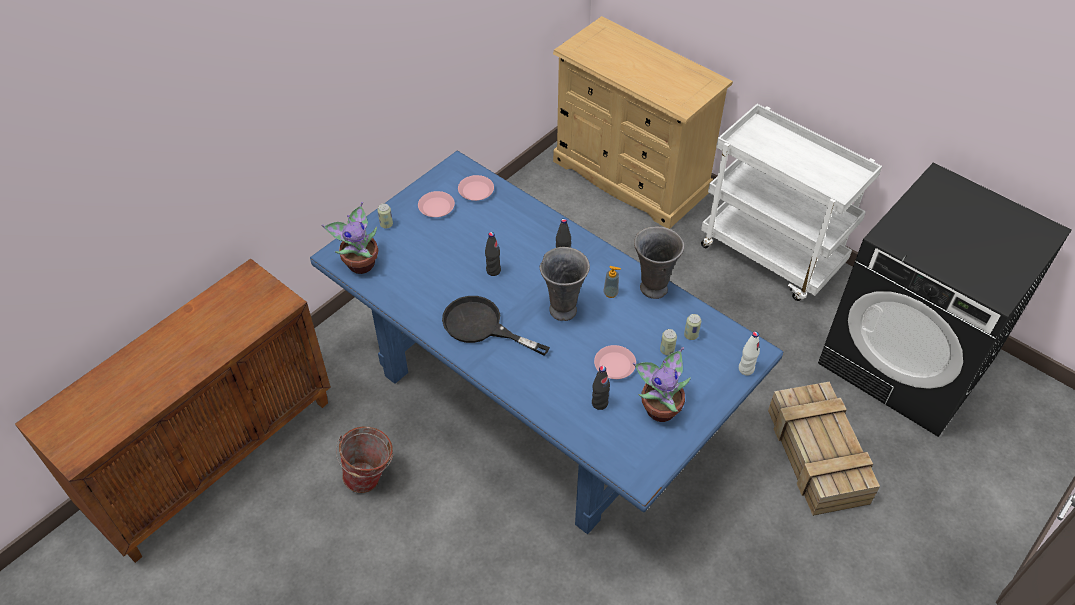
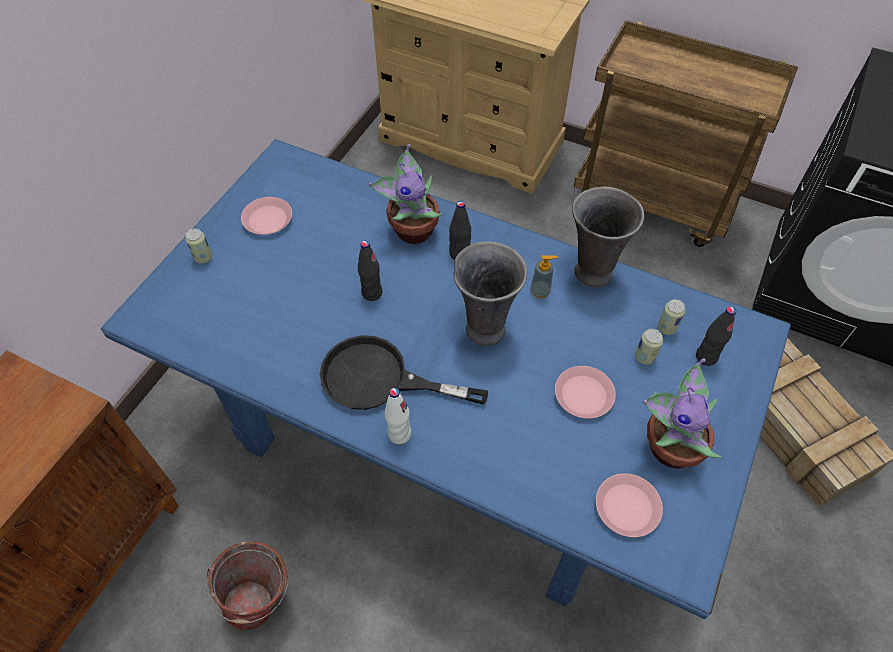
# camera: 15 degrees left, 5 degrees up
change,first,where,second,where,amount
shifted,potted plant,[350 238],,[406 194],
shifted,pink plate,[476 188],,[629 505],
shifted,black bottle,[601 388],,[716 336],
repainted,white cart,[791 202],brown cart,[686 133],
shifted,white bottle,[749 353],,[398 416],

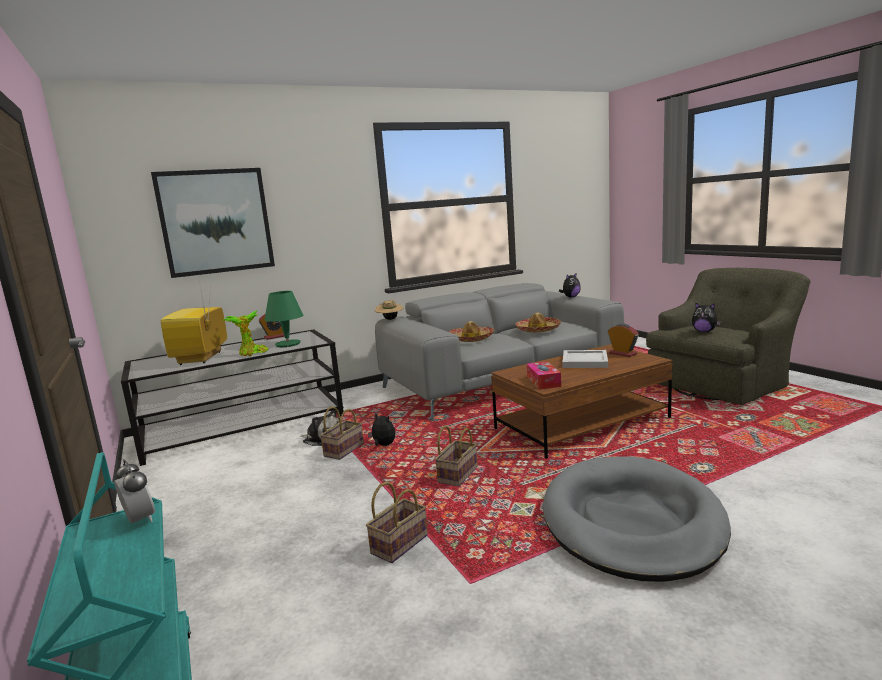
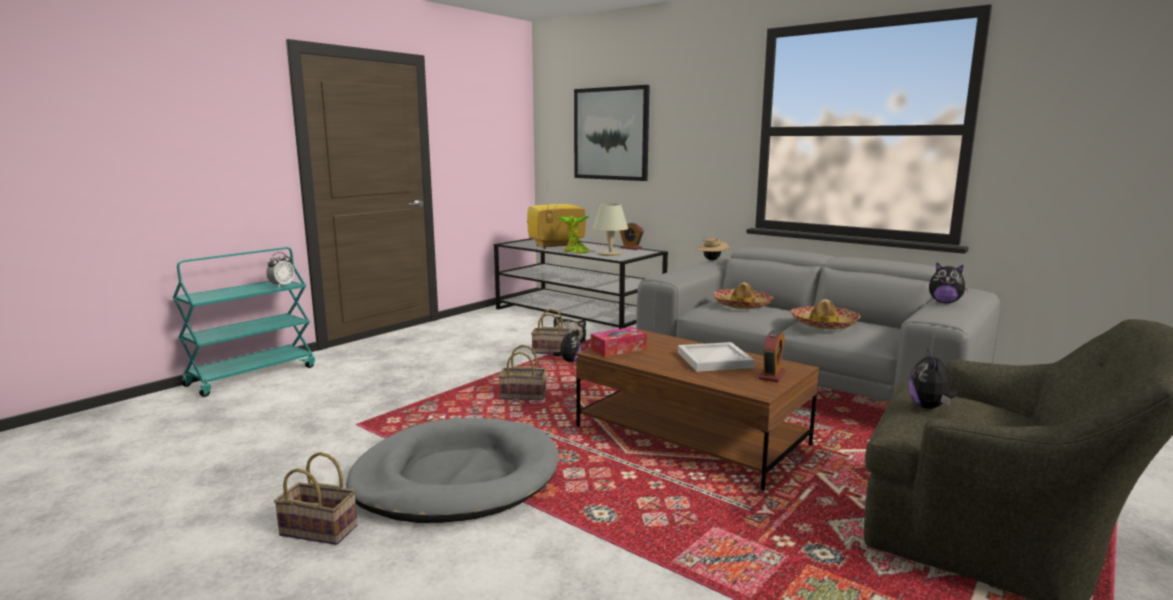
# camera: 65 degrees right, 0 degrees up
change,first,where,second,where,amount
repainted,green table lamp,[284 319],beige table lamp,[610 230],
shifted,basket,[397 522],,[316 498],

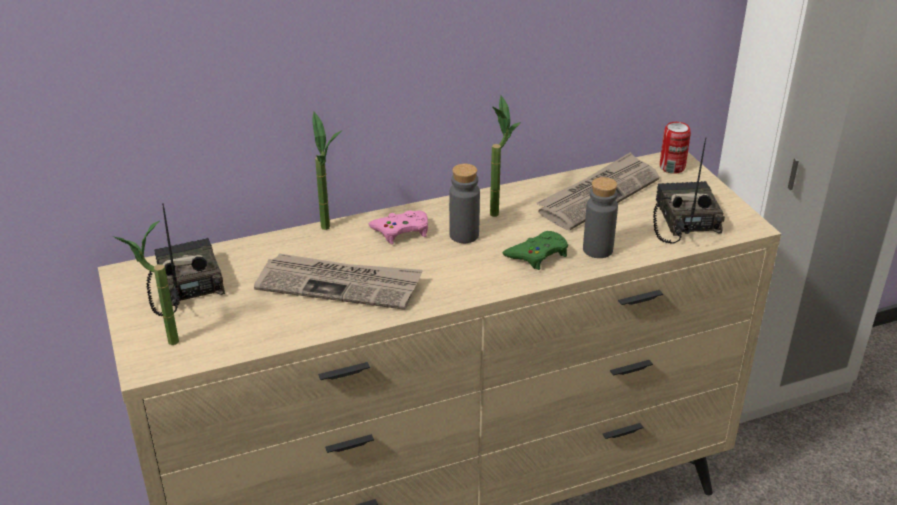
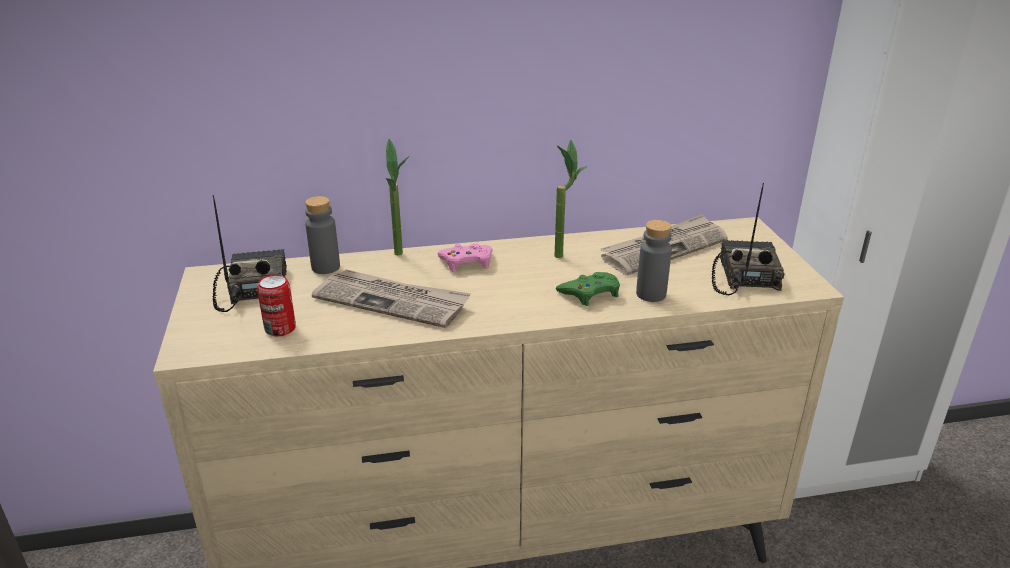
# camera: 10 degrees right, 5 degrees down
change,first,where,second,where,amount
gone,potted plant,[145 283],,,
shifted,grey bottle,[464 203],,[322 235],
shifted,can,[675 148],,[276 305],

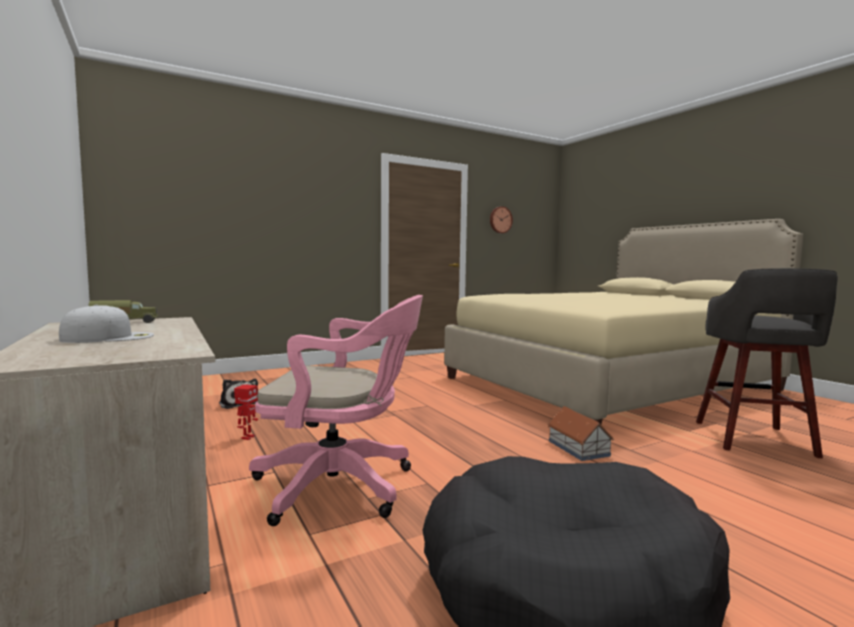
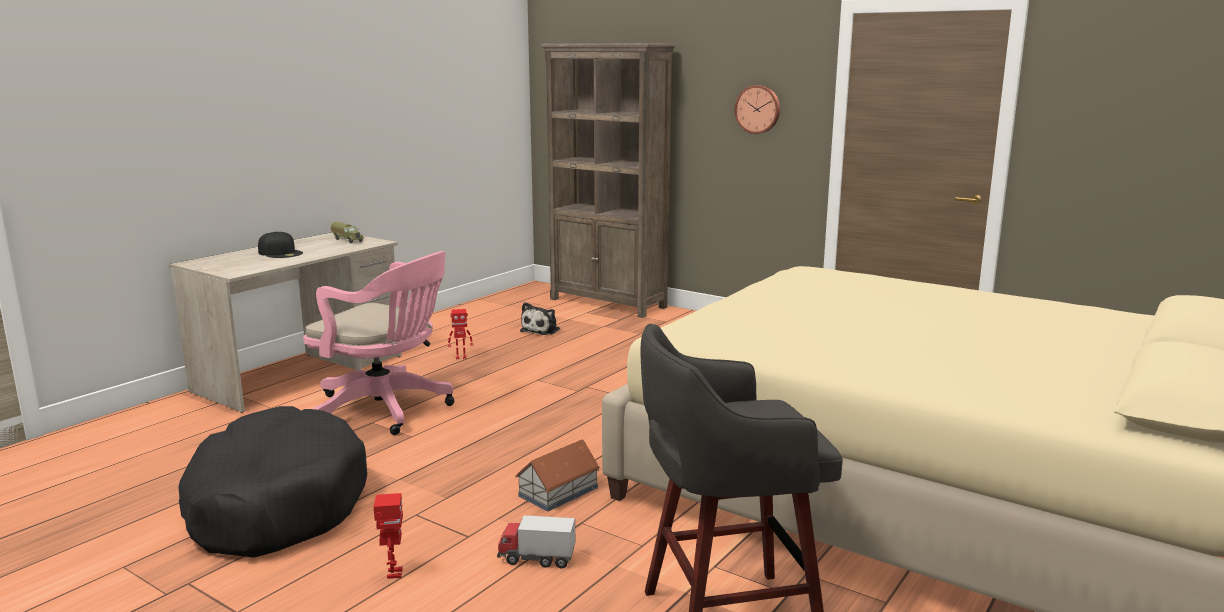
# camera: 65 degrees right, 10 degrees up
change,first,where,second,where,amount
repainted,white cap,[106 324],black cap,[280 245],
rotated,pink office chair,[336 410],,[378 343],45 degrees counterclockwise
shifted,wall clock,[501 219],,[757 109],
new,,,toy robot,[388 536],
new,,,toy truck,[536 541],
new,,,brown bookcase,[608 180],

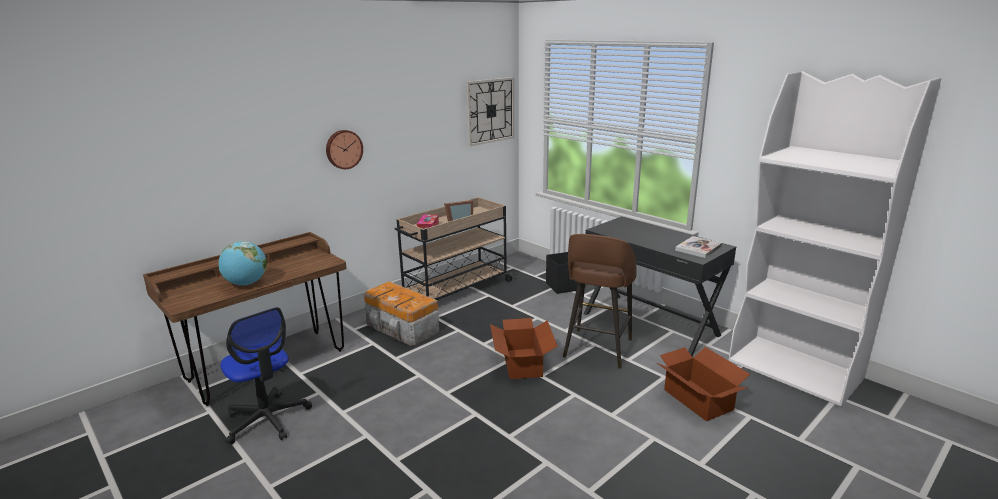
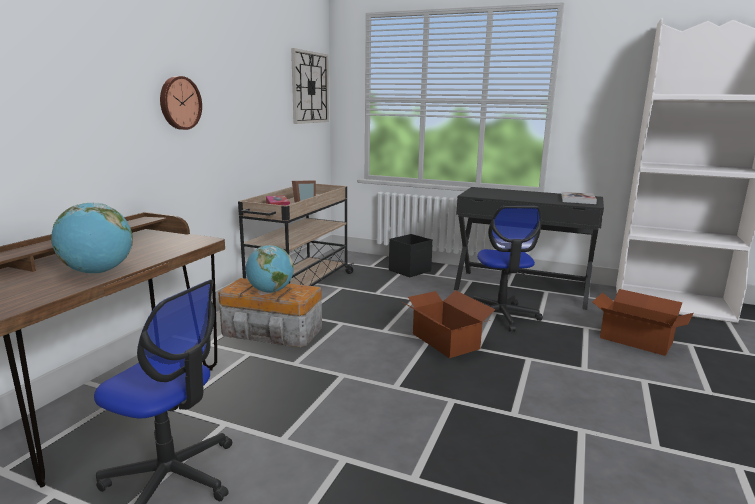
# camera: 25 degrees left, 5 degrees down
change,first,where,second,where,amount
swapped,brown stool,[600 301],office chair,[508 268],
new,,,globe,[269 269],

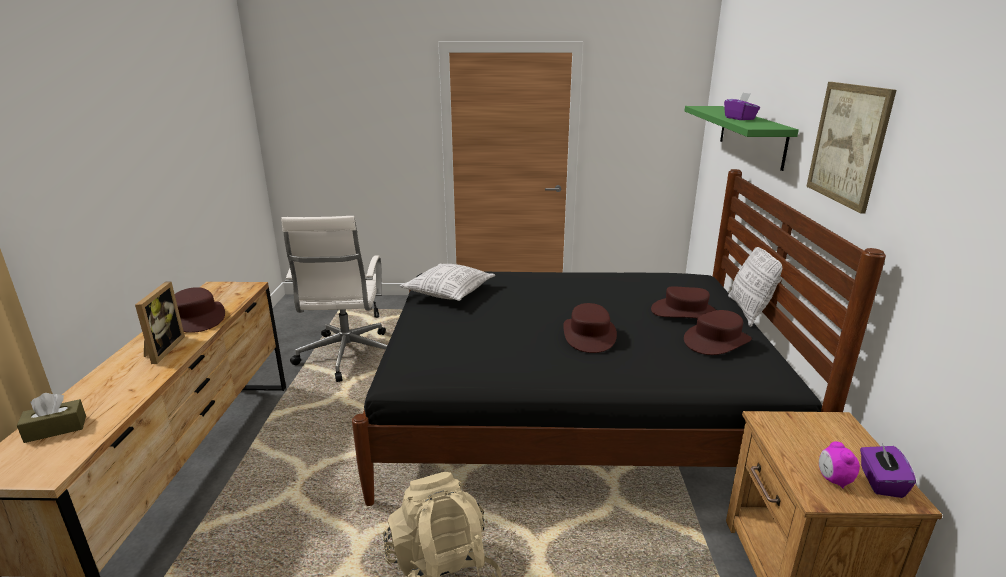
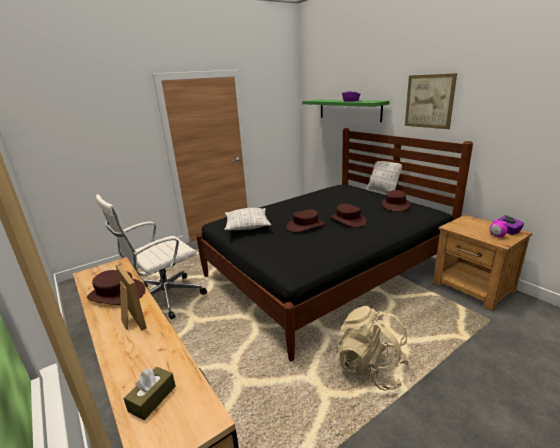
# camera: 35 degrees left, 0 degrees up
change,first,where,second,where,amount
rotated,white office chair,[334 299],,[151 256],90 degrees clockwise
shifted,brown hat,[683 302],,[305 220],

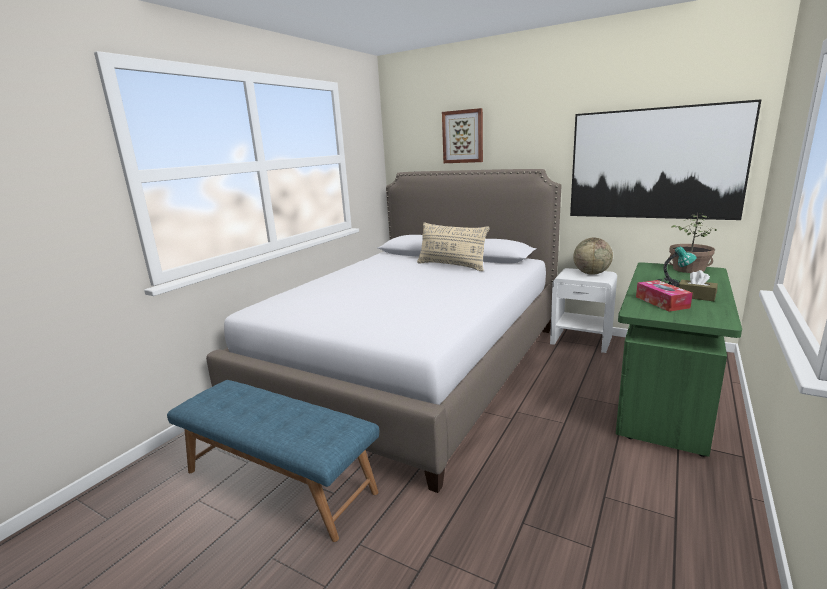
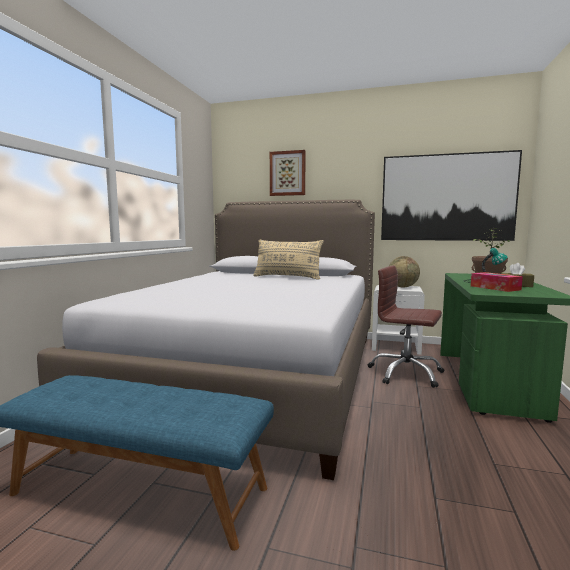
# camera: 15 degrees left, 10 degrees down
change,first,where,second,where,amount
new,,,brown office chair,[406 327],

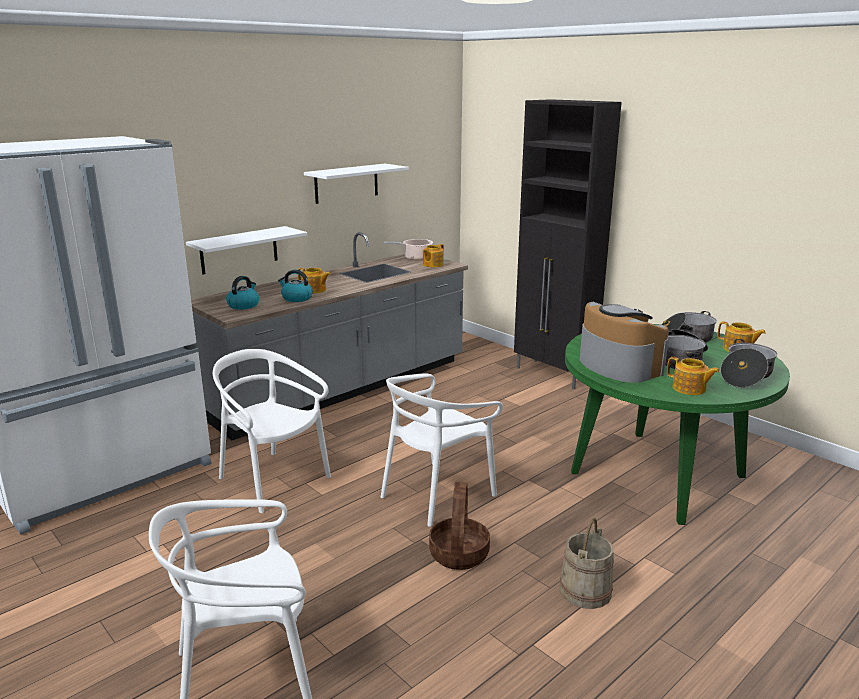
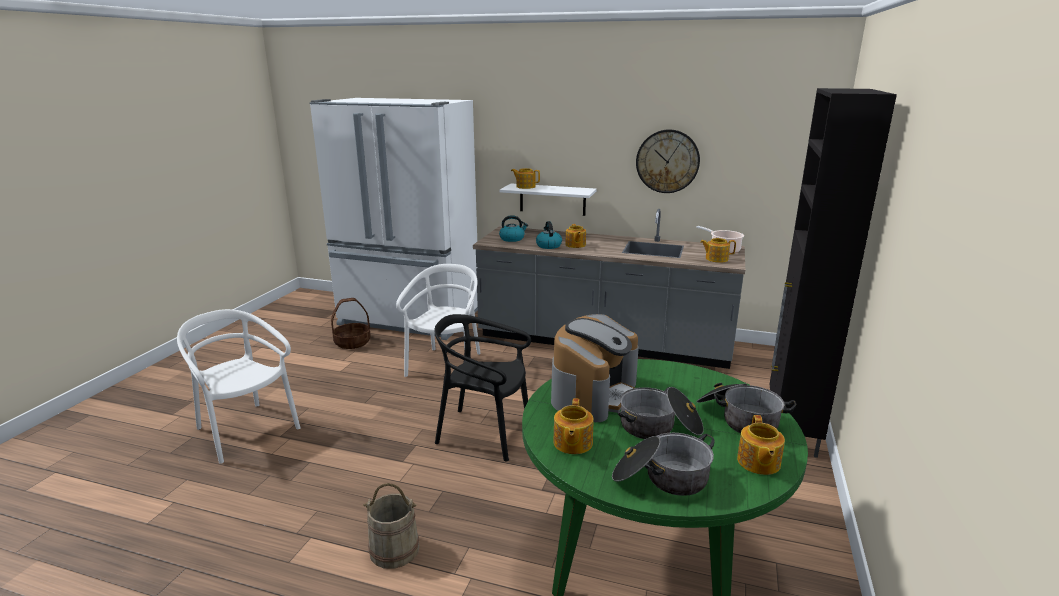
# camera: 60 degrees right, 0 degrees up
change,first,where,second,where,amount
swapped,white shelf,[356 184],wall clock,[668 161],
repainted,white chair,[442 450],black chair,[482 388],
shifted,basket,[459 526],,[351 323],
new,,,teapot,[525 178],

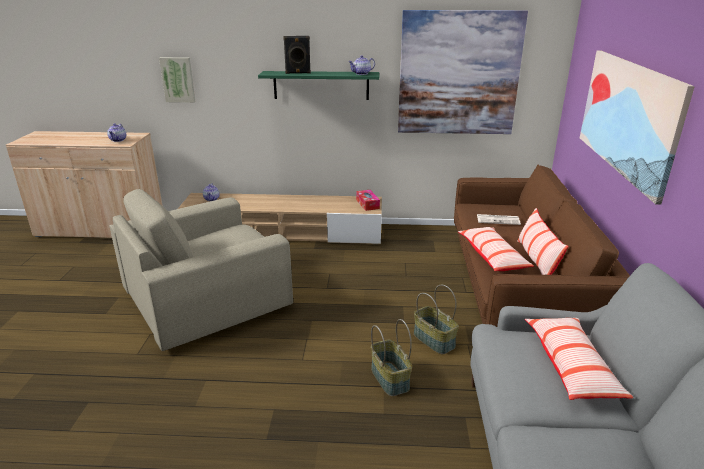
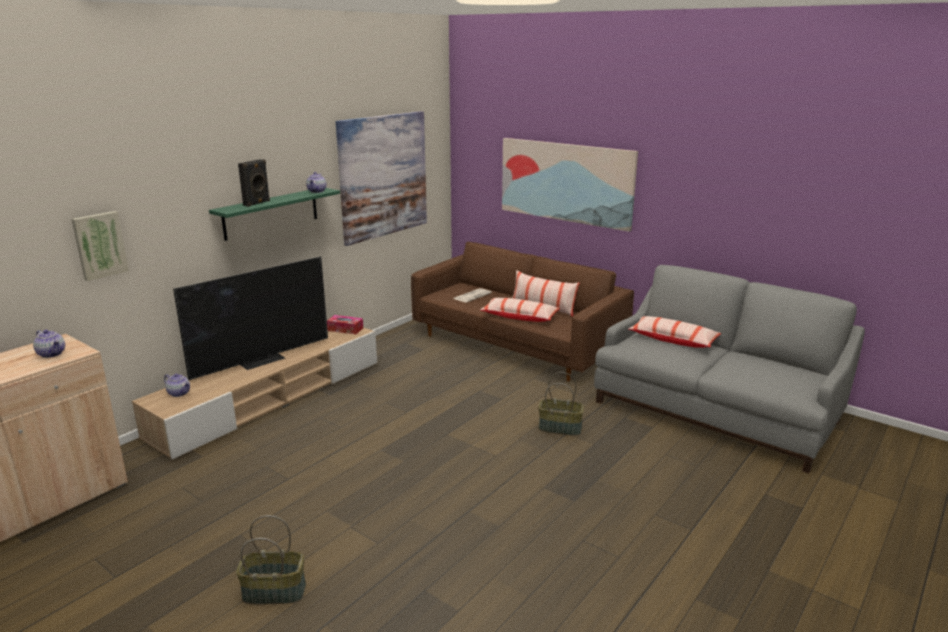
# camera: 55 degrees left, 5 degrees down
change,first,where,second,where,amount
gone,beige armchair,[201 270],,,
shifted,basket,[436 319],,[271 559],
new,,,television,[250 318],

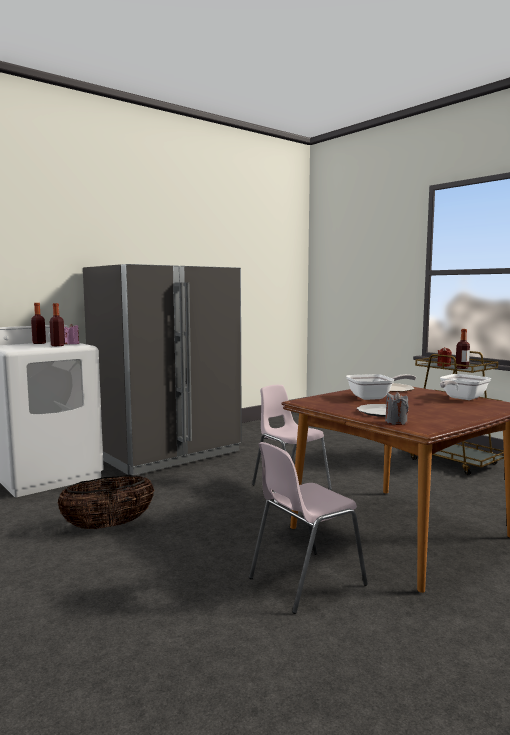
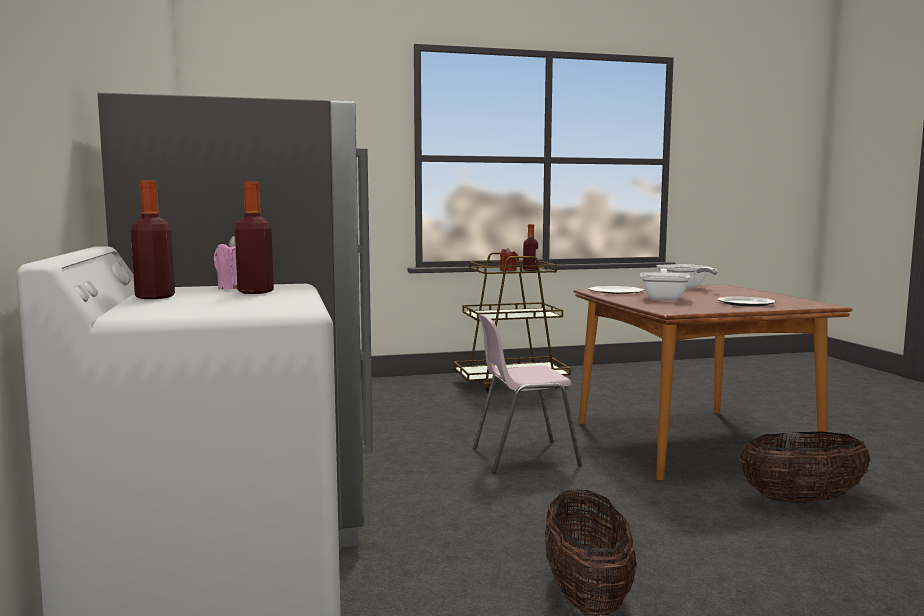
# camera: 65 degrees left, 0 degrees up
change,first,where,second,where,amount
swapped,pink chair,[308 528],basket,[805 467],
gone,grey candle,[397 408],,,

